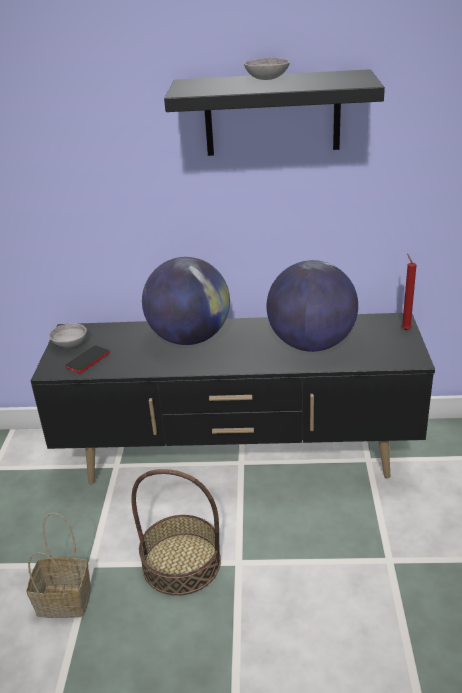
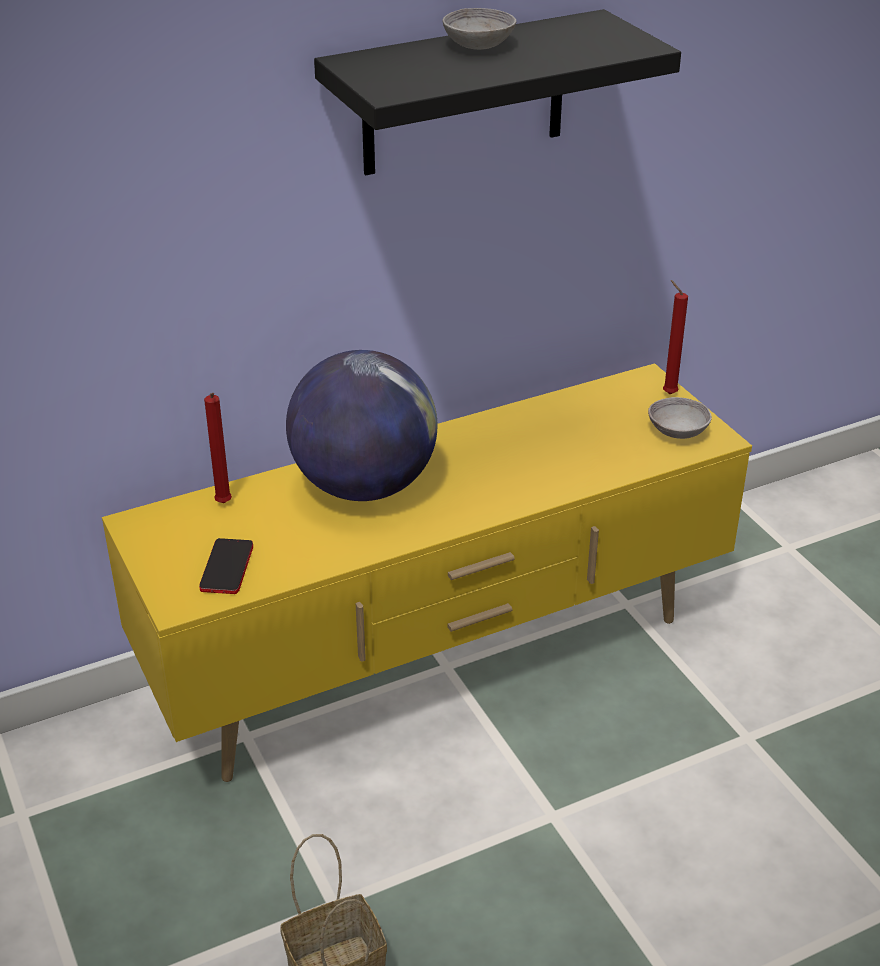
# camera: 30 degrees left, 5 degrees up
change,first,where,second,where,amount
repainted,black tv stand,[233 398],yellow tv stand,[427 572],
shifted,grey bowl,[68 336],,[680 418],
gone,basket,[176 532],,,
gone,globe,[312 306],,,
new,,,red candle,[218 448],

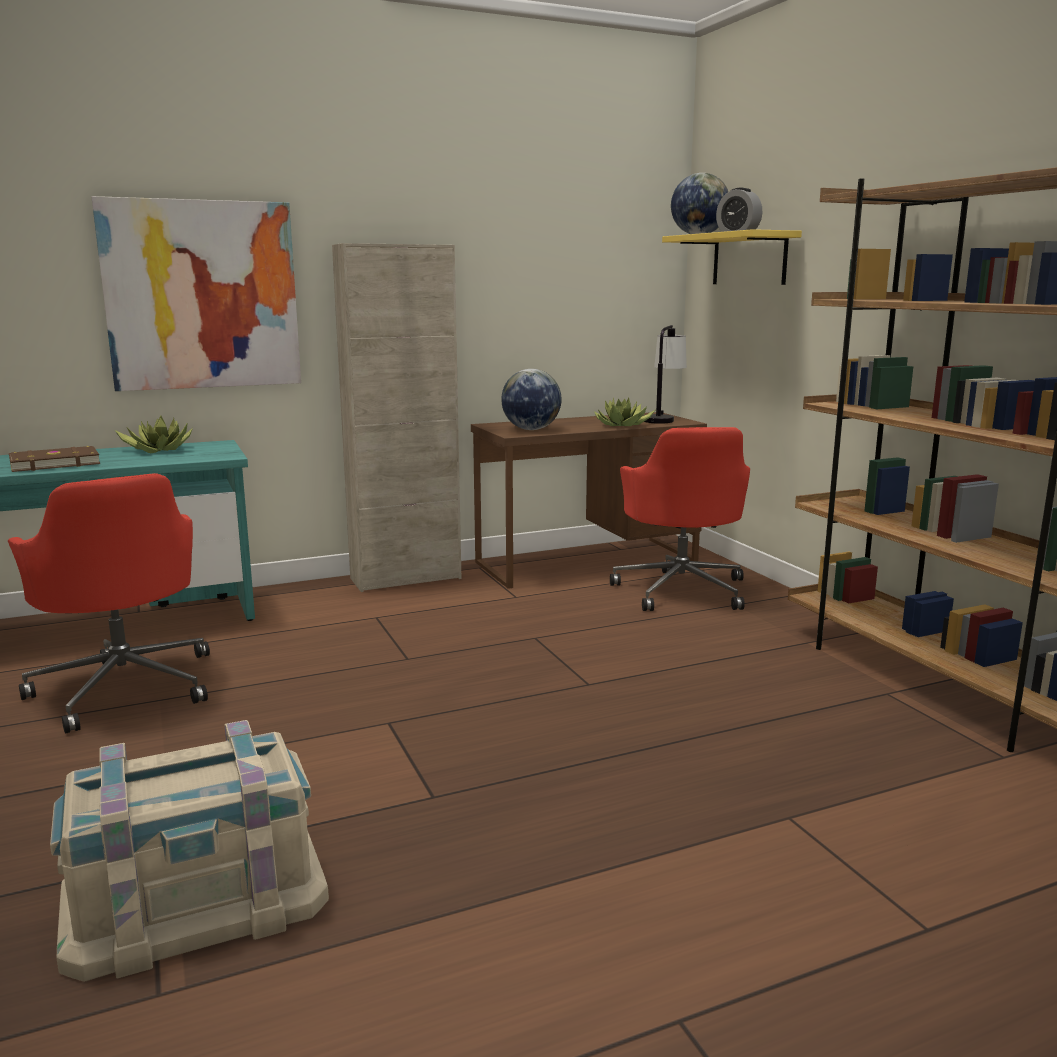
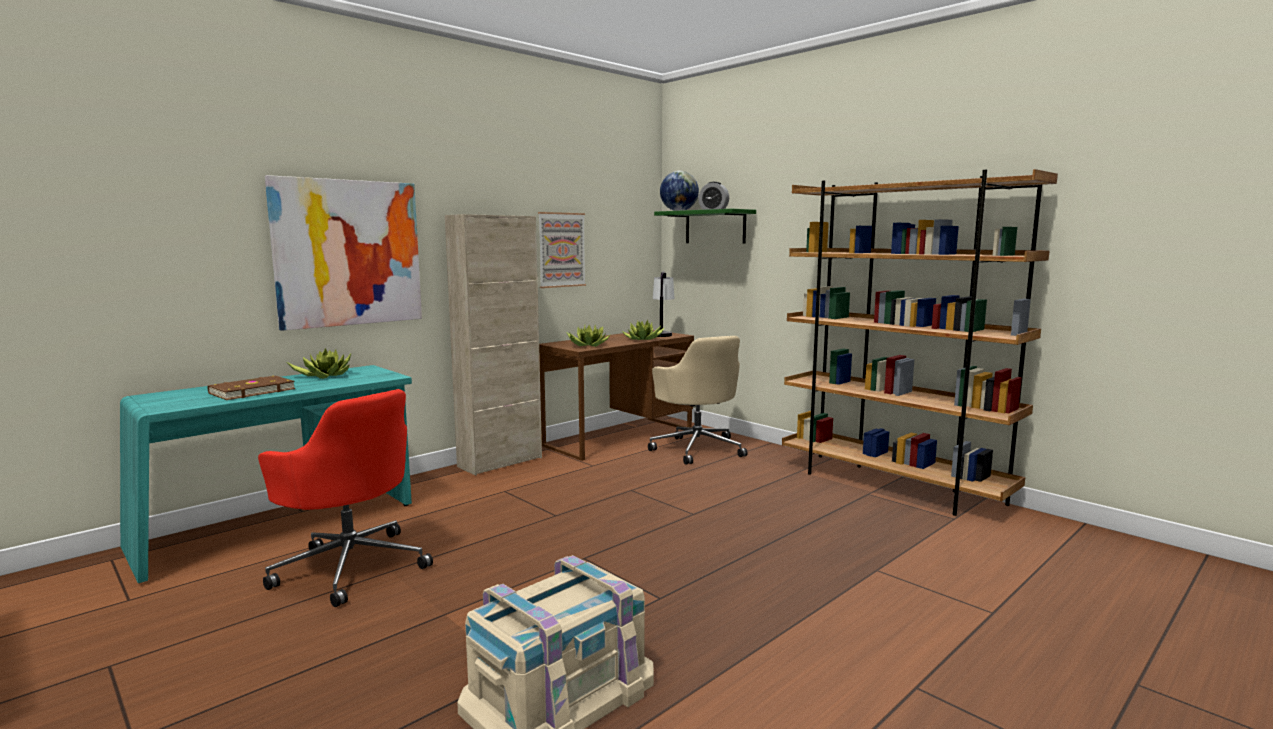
# camera: 20 degrees left, 5 degrees down
change,first,where,second,where,amount
swapped,globe,[531 399],potted plant,[588 336],
repainted,red office chair,[680 519],beige office chair,[697 400],
repainted,yellow shelf,[732 257],green shelf,[705 226],
new,,,picture,[562 250],

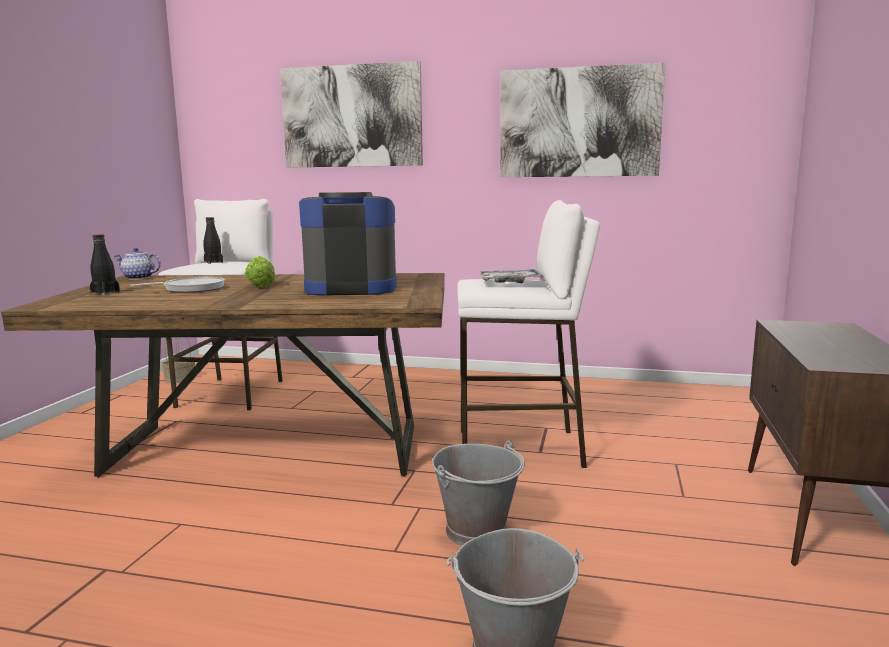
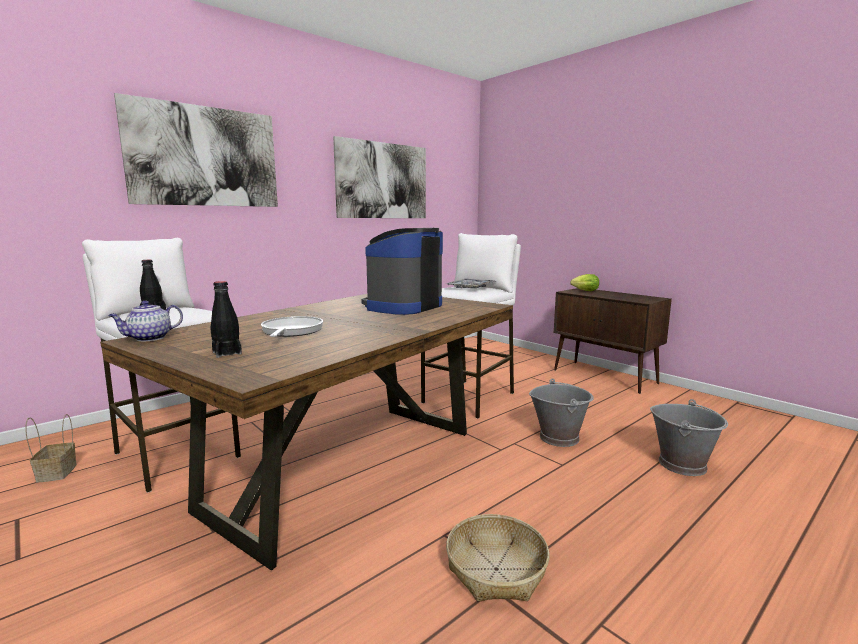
# camera: 55 degrees left, 0 degrees up
change,first,where,second,where,amount
shifted,lettuce,[260 271],,[584 282],
new,,,basket,[498 557],

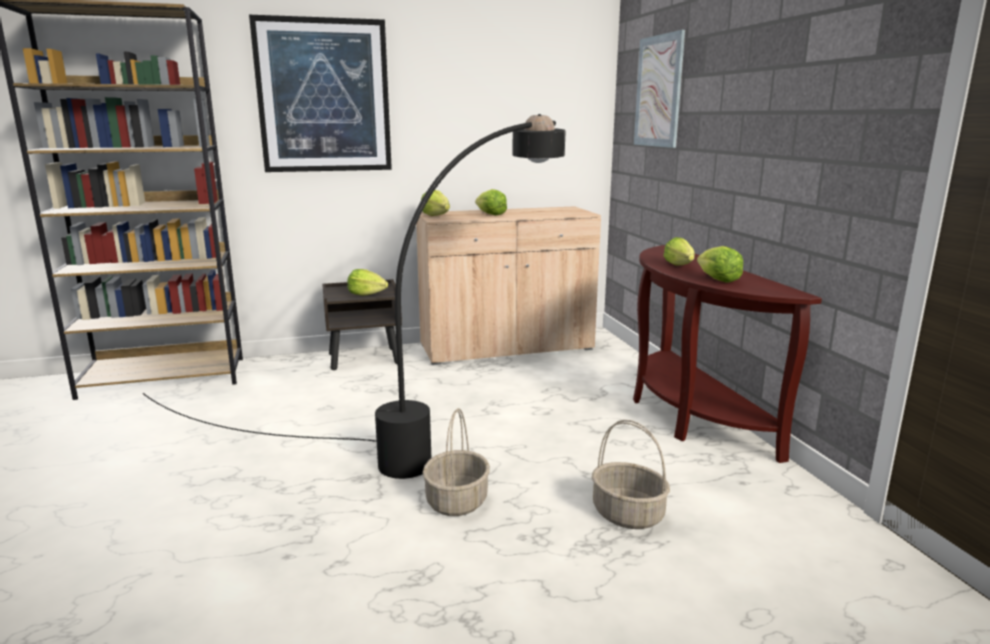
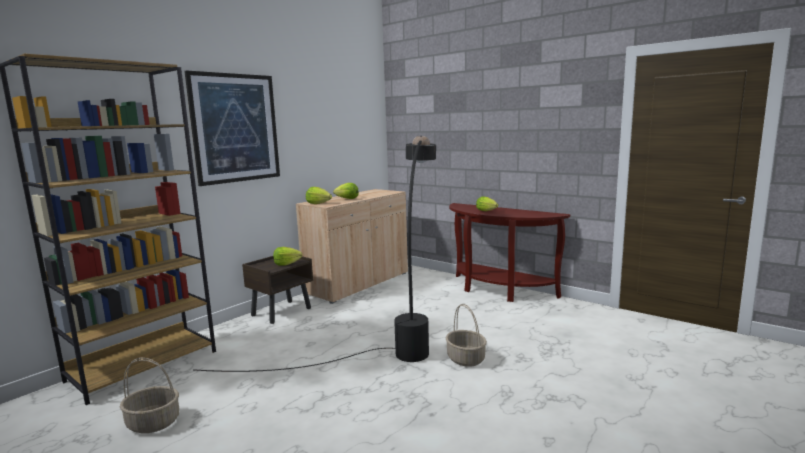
# camera: 35 degrees left, 5 degrees down
change,first,where,second,where,amount
shifted,basket,[631 474],,[149 395],
gone,picture,[659 89],,,
gone,lettuce,[720 264],,,

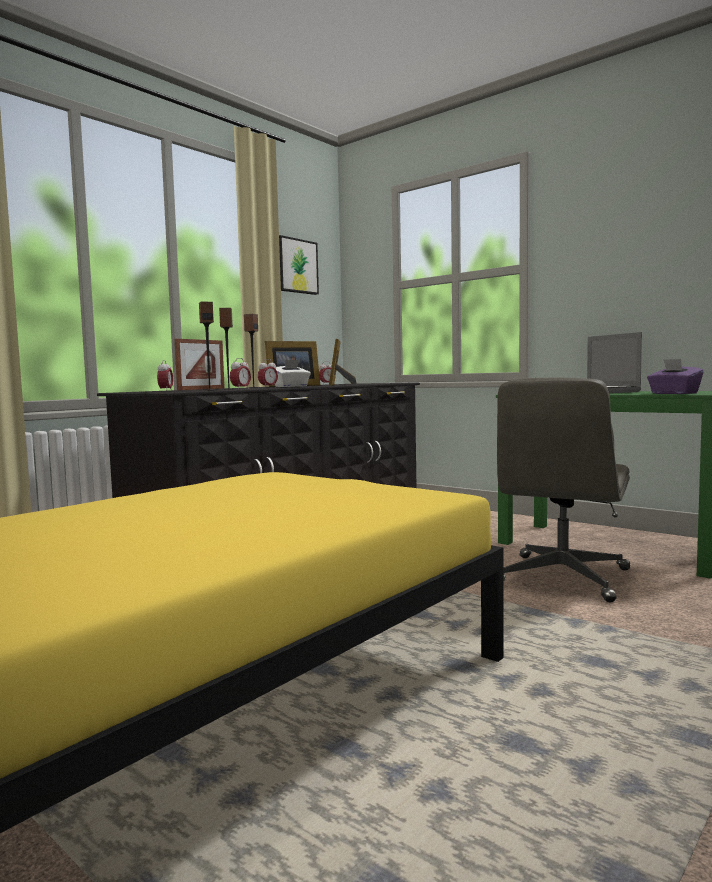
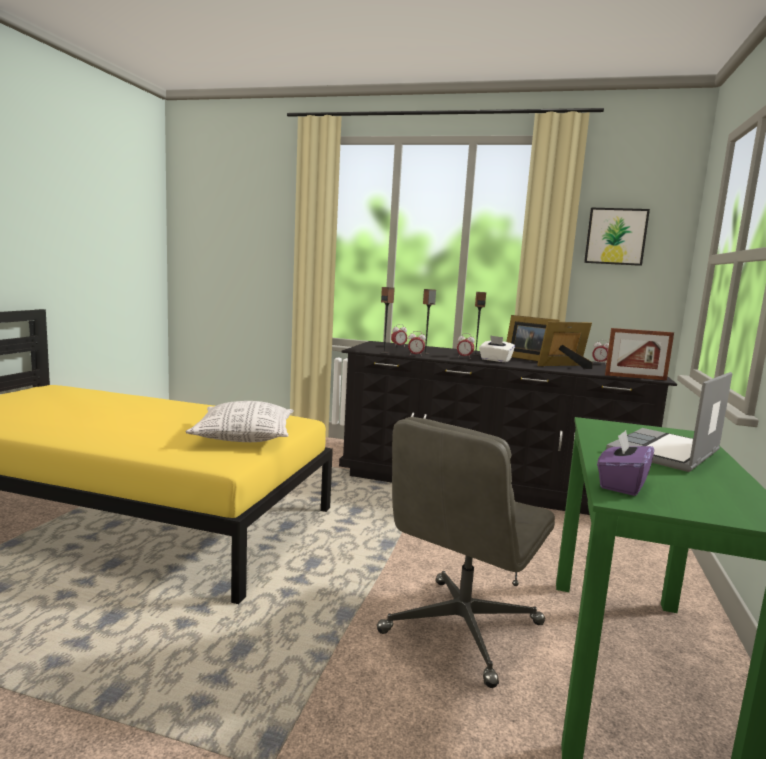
# camera: 65 degrees right, 5 degrees up
change,first,where,second,where,amount
shifted,picture frame,[200 364],,[639 354],
rotated,grey office chair,[563 490],,[466 552],60 degrees counterclockwise
new,,,pillow,[240 421],

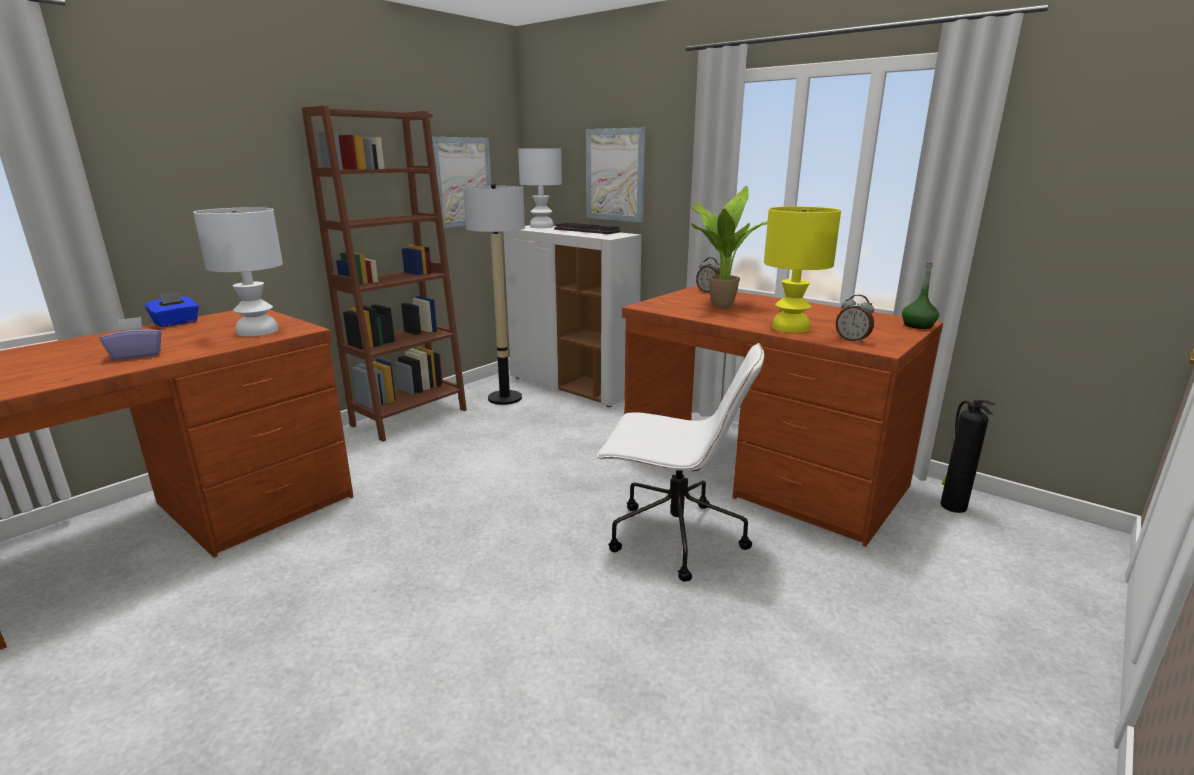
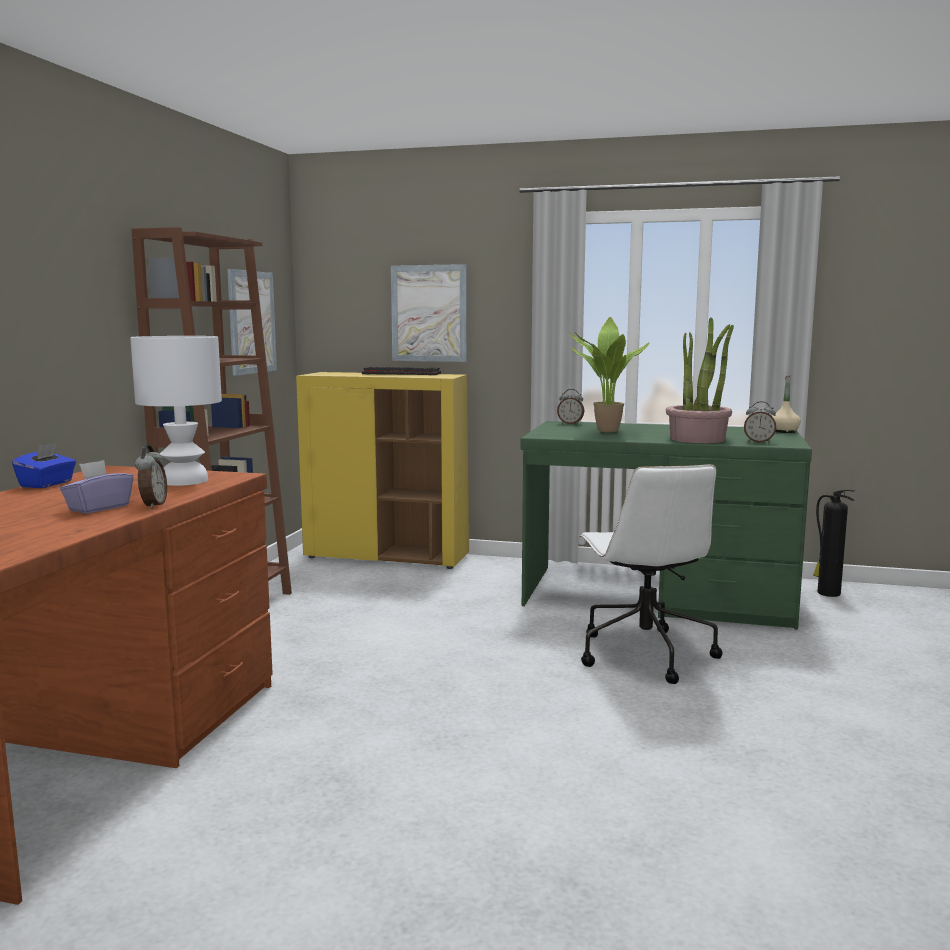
# camera: 25 degrees left, 10 degrees down
change,first,where,second,where,amount
gone,floor lamp,[494 294],,,
repainted,white cabinet,[572 316],yellow cabinet,[382 470],
gone,white table lamp,[540 188],,,
rotated,white office chair,[680 462],,[651 574],90 degrees clockwise
repainted,brown desk,[782 416],green desk,[666 525],
swapped,yellow table lamp,[802 269],potted plant,[700 380],
repainted,green bottle,[920 295],beige bottle,[786 404],
new,,,alarm clock,[151 477],

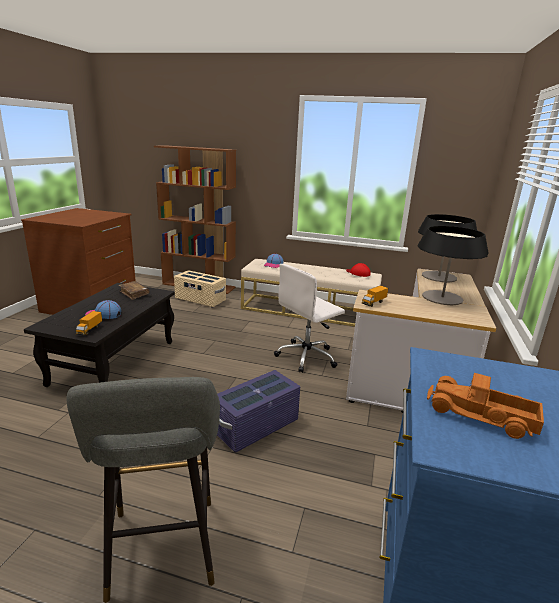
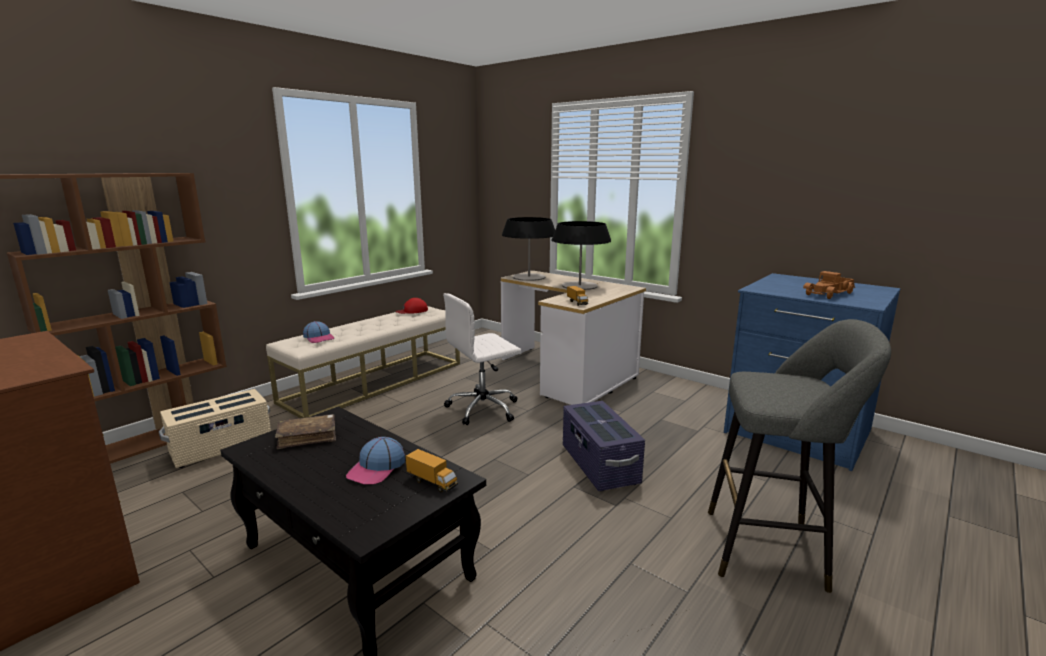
# camera: 65 degrees left, 5 degrees down
change,first,where,second,where,amount
rotated,white office chair,[309 318],,[482 359],75 degrees clockwise

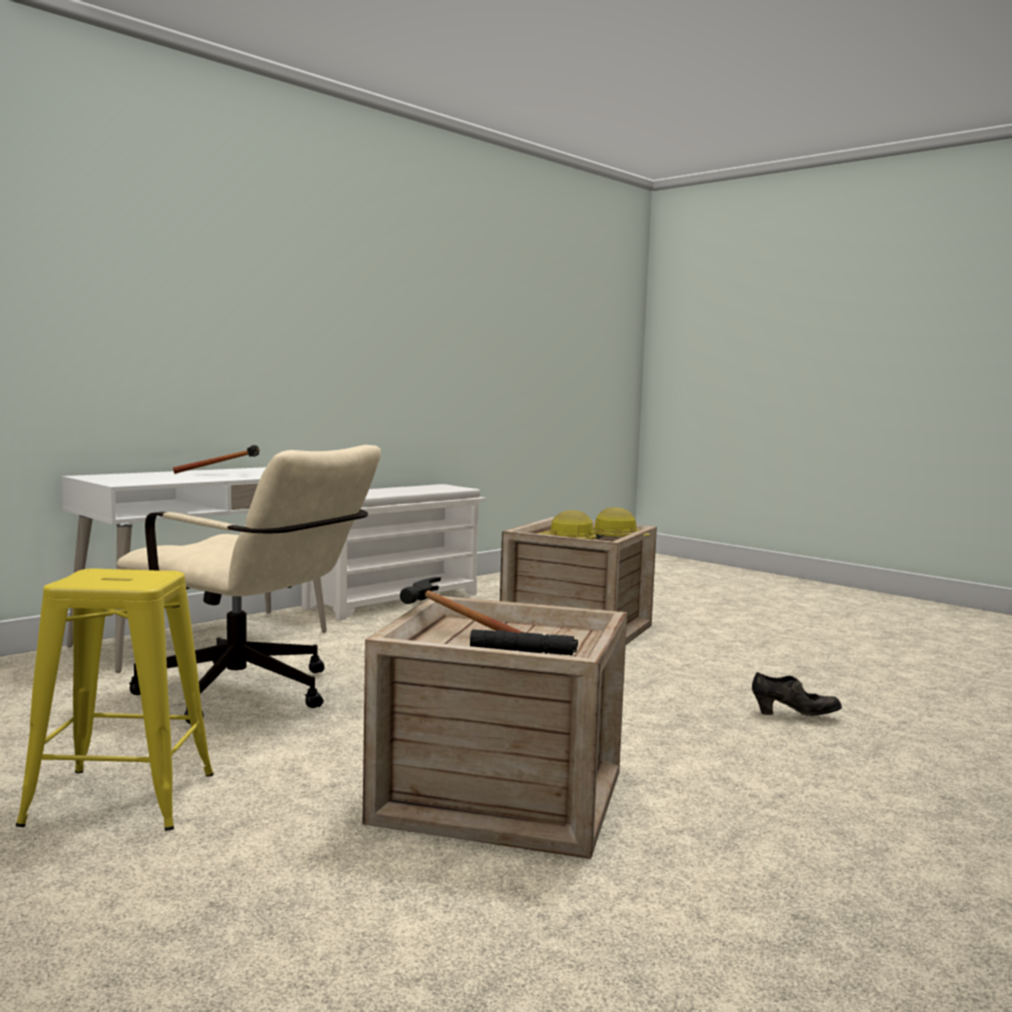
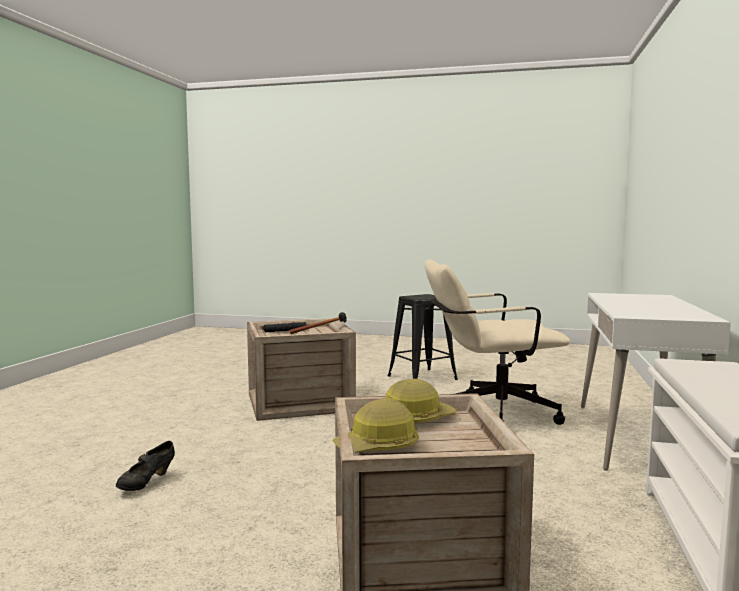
# camera: 150 degrees right, 0 degrees up
change,first,where,second,where,amount
repainted,yellow stool,[115 699],black stool,[423 337],
gone,hammer,[216 459],,,
rotated,black shoe,[797 694],,[145 466],45 degrees counterclockwise

